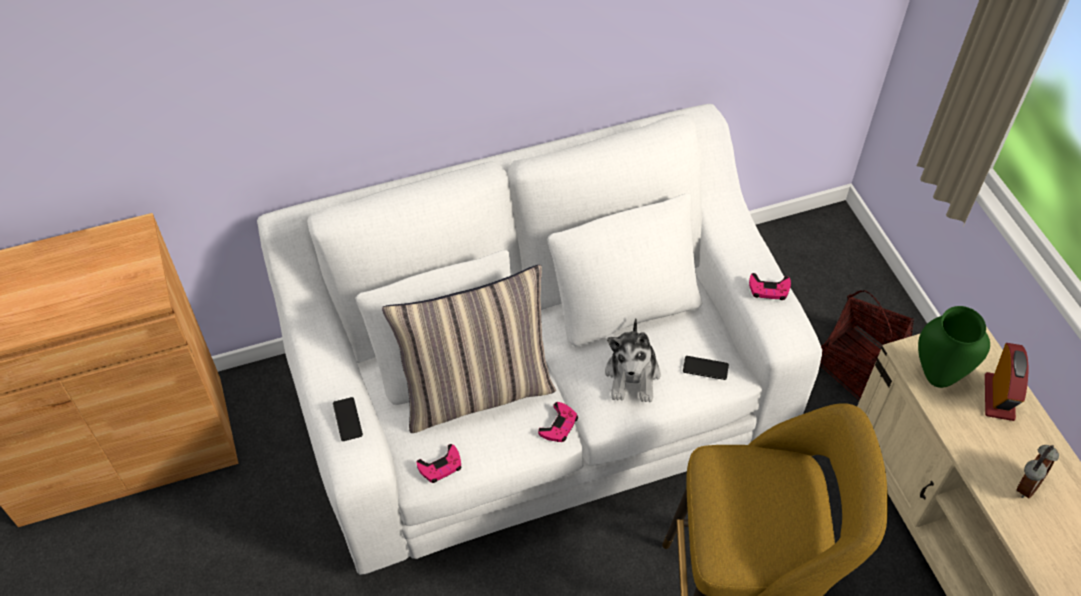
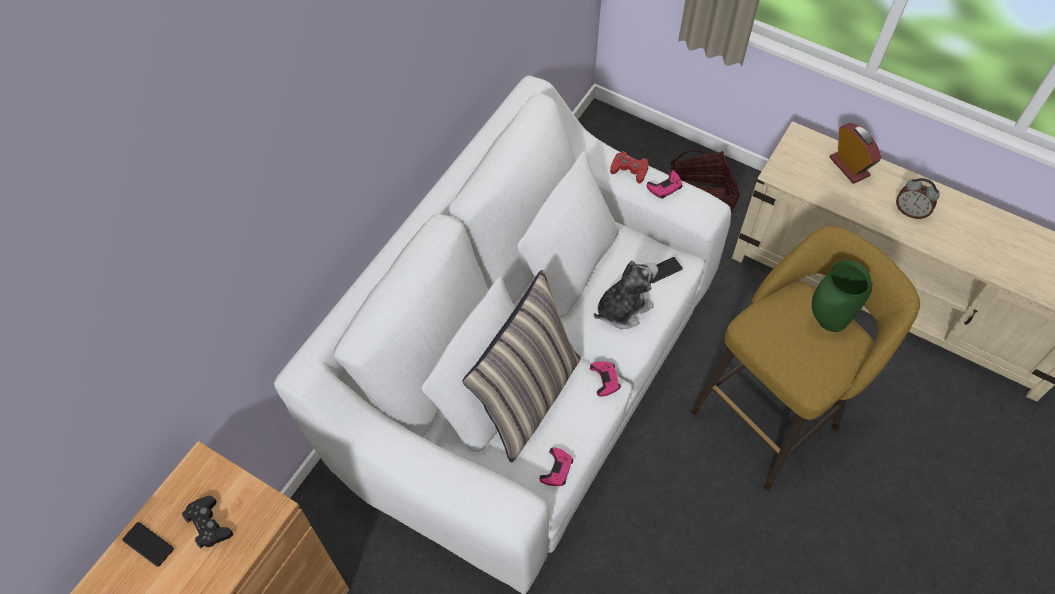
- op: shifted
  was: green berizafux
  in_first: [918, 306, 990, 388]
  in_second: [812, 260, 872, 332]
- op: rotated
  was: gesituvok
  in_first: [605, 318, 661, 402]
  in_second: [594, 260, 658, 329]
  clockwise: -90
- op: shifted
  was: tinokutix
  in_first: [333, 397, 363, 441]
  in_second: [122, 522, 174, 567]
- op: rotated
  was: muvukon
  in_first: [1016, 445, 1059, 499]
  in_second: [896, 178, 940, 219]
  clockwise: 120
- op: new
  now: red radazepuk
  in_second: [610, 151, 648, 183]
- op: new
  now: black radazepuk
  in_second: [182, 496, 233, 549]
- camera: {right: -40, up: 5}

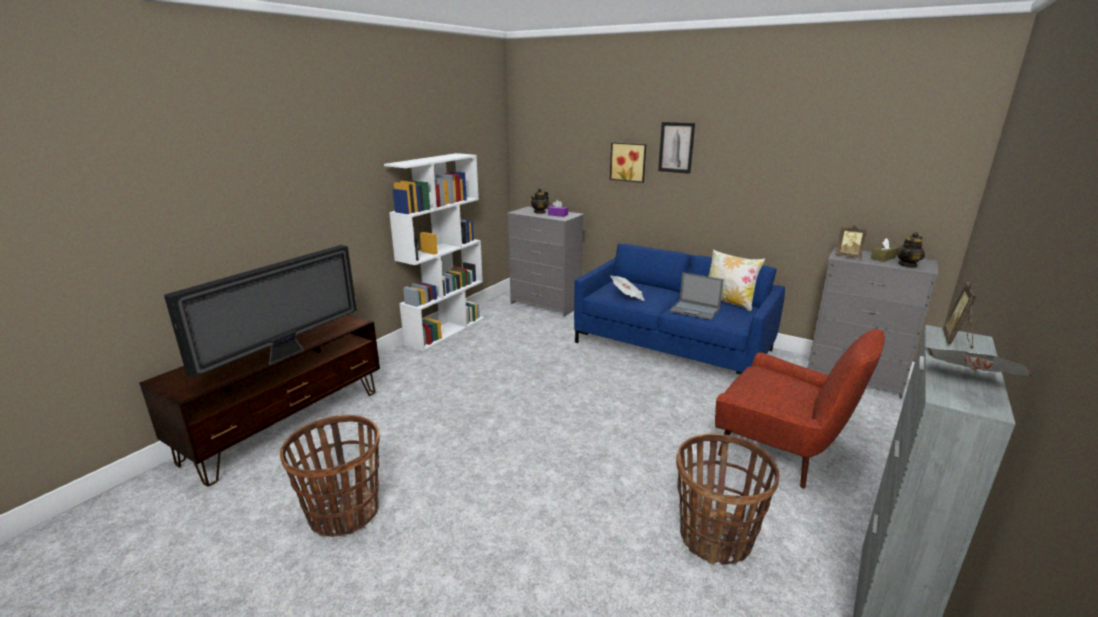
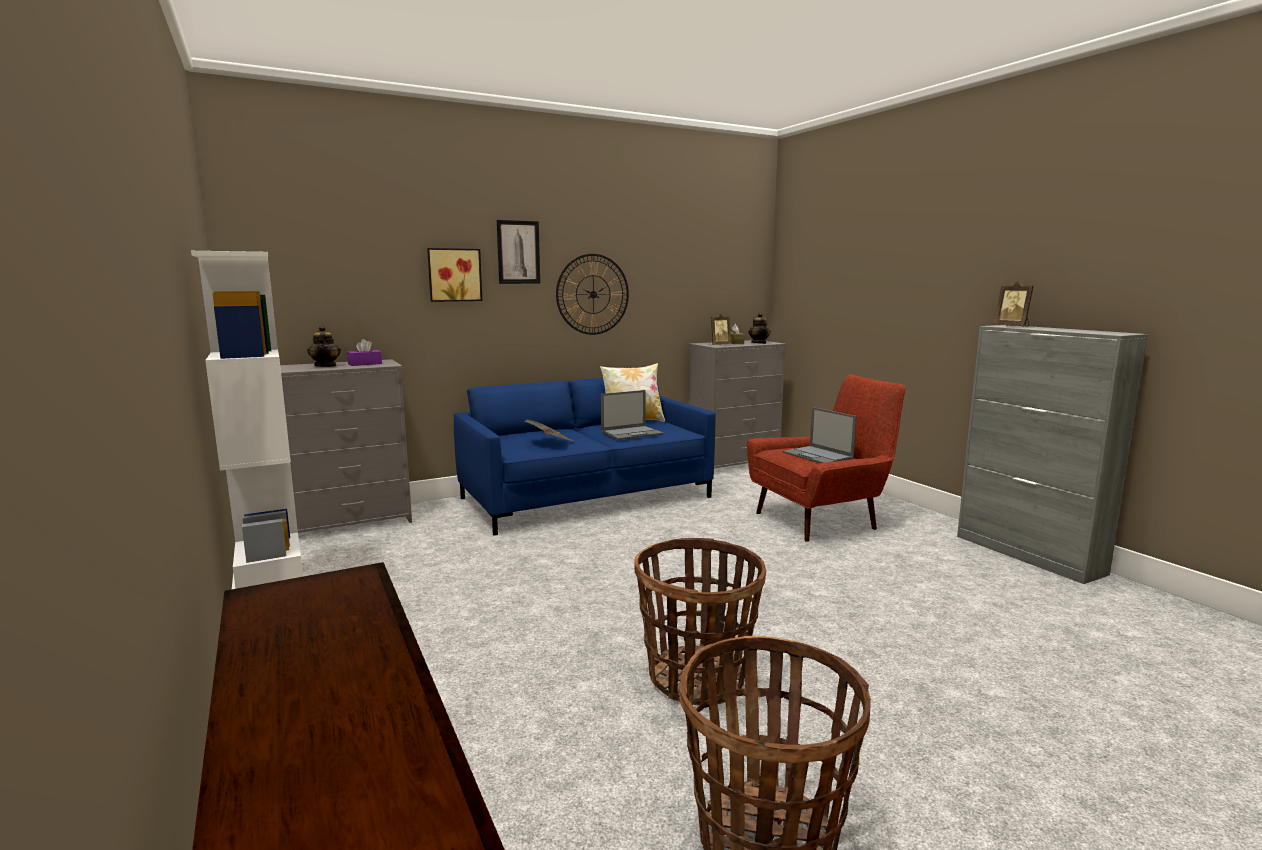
- op: gone
  was: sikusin
  in_first: [164, 245, 357, 378]
- op: gone
  was: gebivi
  in_first: [924, 347, 1033, 376]
- op: shifted
  was: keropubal
  in_first: [676, 434, 780, 565]
  in_second: [635, 538, 766, 706]
- op: new
  now: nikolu
  in_second: [556, 254, 629, 335]
- op: new
  now: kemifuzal
  in_second: [783, 407, 857, 463]
- camera: {right: -60, up: -10}

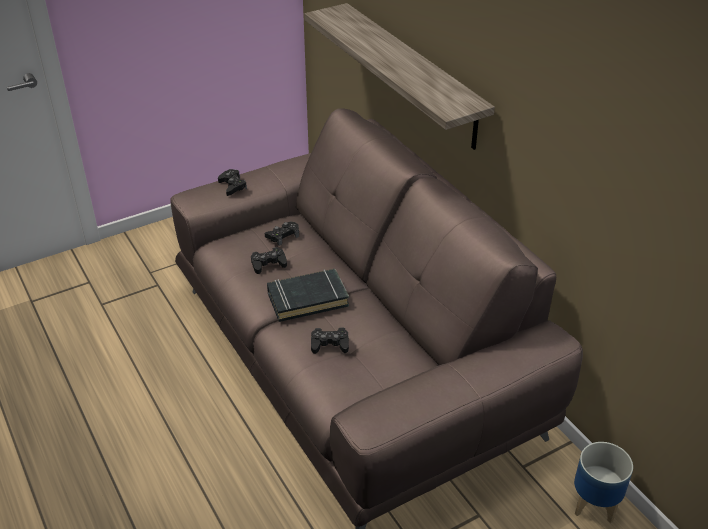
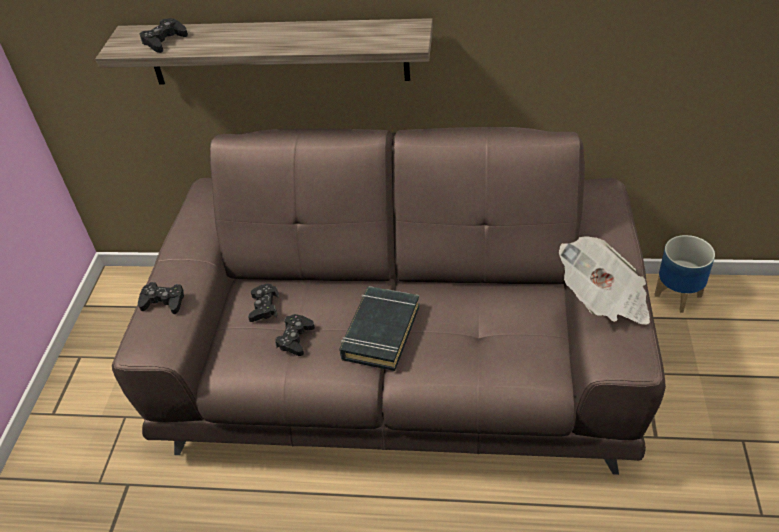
- op: shifted
  was: black radazepuk
  in_first: [311, 327, 349, 354]
  in_second: [139, 18, 188, 53]
- op: new
  now: gebivi
  in_second: [559, 236, 650, 325]
- camera: {right: -50, up: 5}

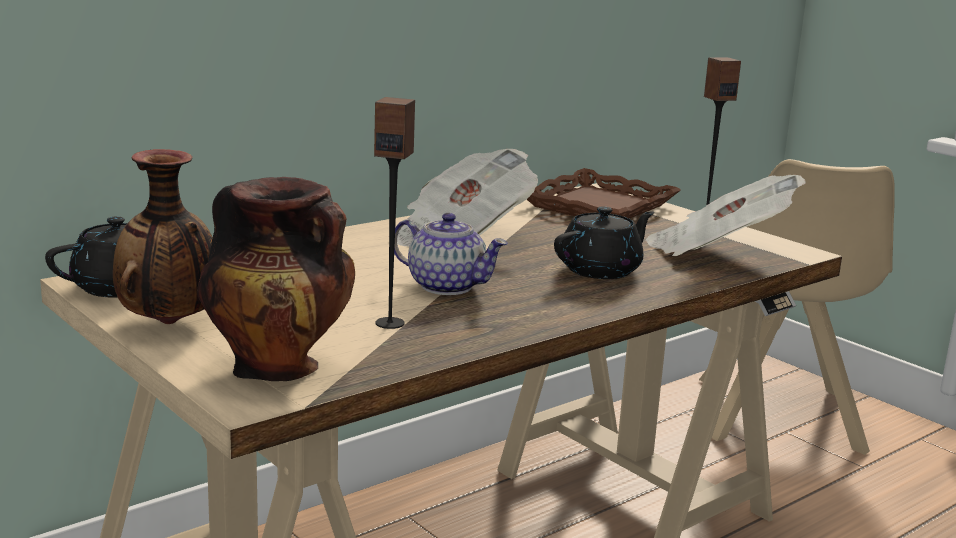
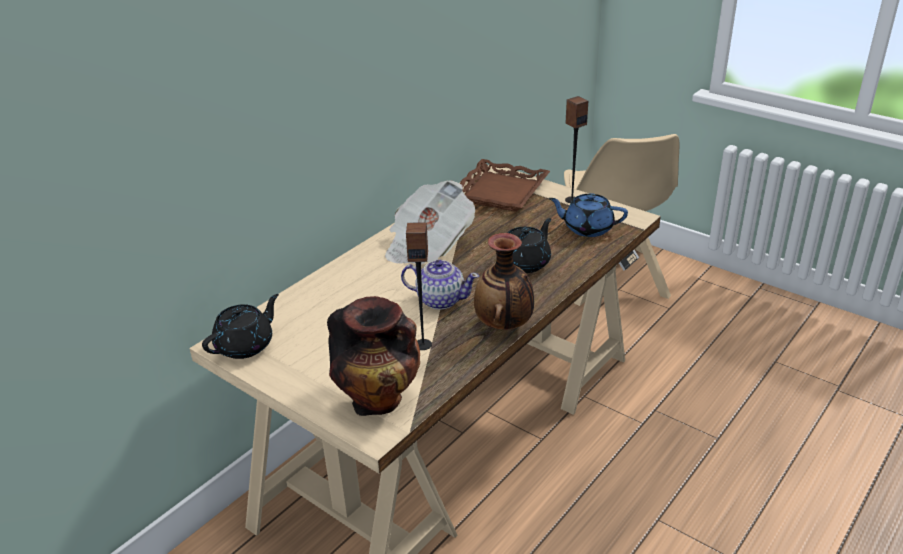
- op: shifted
  was: berizafux
  in_first: [113, 149, 213, 324]
  in_second: [474, 233, 534, 329]
- op: swapped
  was: gebivi
  now: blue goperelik
  in_first: [645, 175, 806, 256]
  in_second: [548, 193, 628, 237]
- camera: {right: -10, up: 15}

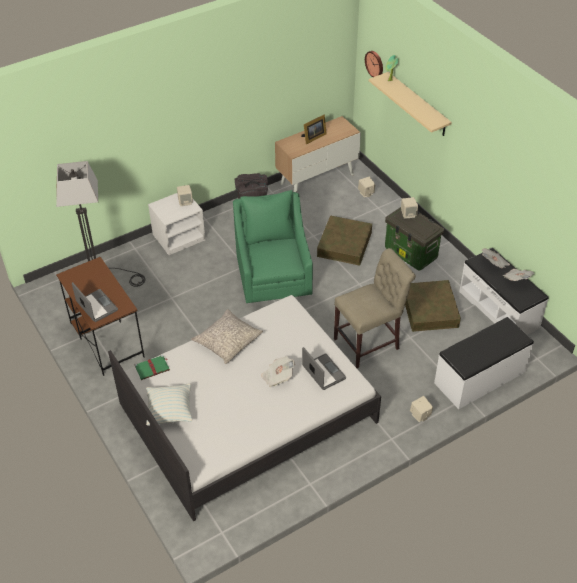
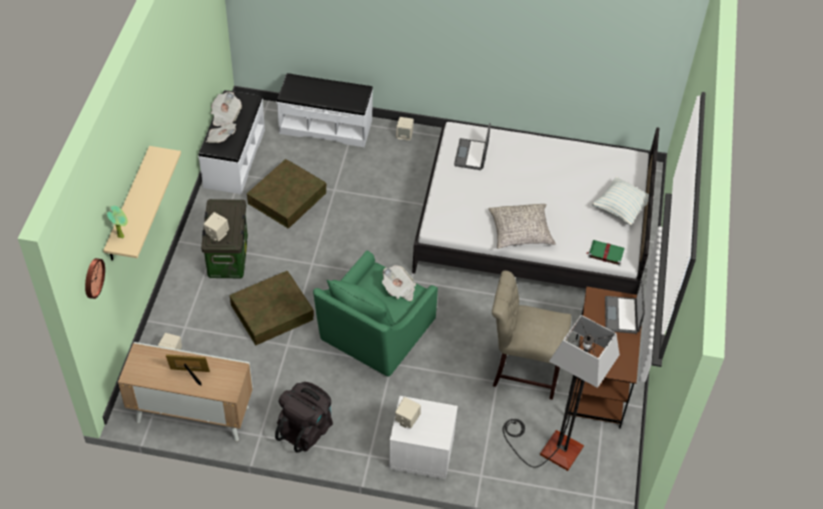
- op: shifted
  was: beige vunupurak
  in_first: [334, 248, 416, 368]
  in_second: [492, 271, 571, 400]
- op: shifted
  was: gebivi
  in_first: [261, 356, 295, 387]
  in_second: [382, 265, 416, 301]
- camera: {right: -140, up: 5}

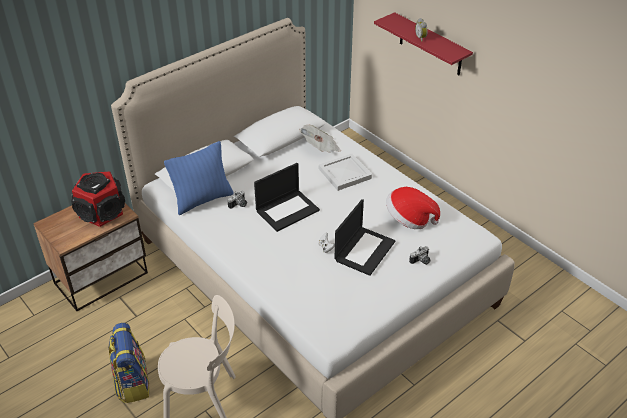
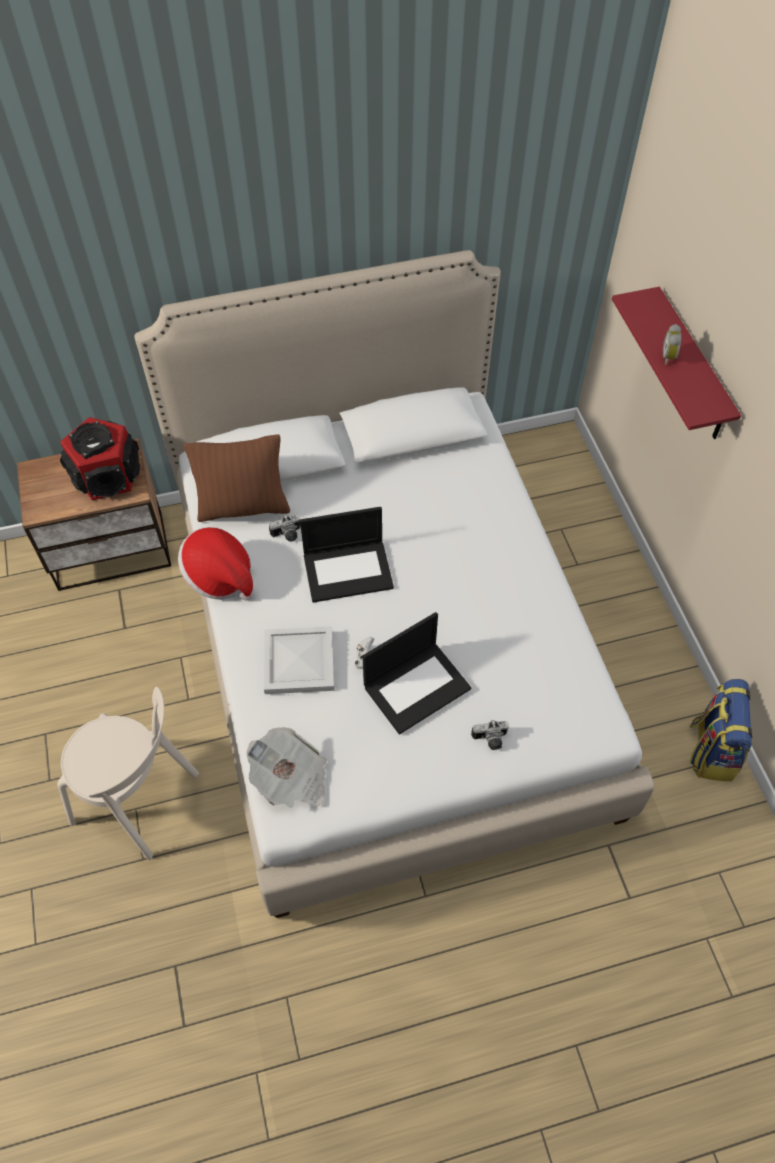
- op: shifted
  was: gebivi
  in_first: [299, 125, 341, 153]
  in_second: [247, 727, 327, 808]
- op: repainted
  was: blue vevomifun
  now: brown vevomifun
  in_first: [164, 141, 234, 215]
  in_second: [184, 435, 290, 522]
- op: shifted
  was: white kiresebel
  in_first: [319, 154, 372, 191]
  in_second: [264, 626, 334, 694]
- op: shifted
  was: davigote
  in_first: [386, 187, 440, 229]
  in_second: [178, 527, 253, 601]
- op: shifted
  was: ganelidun
  in_first: [108, 323, 149, 403]
  in_second: [689, 679, 752, 781]
- camera: {right: 25, up: 15}

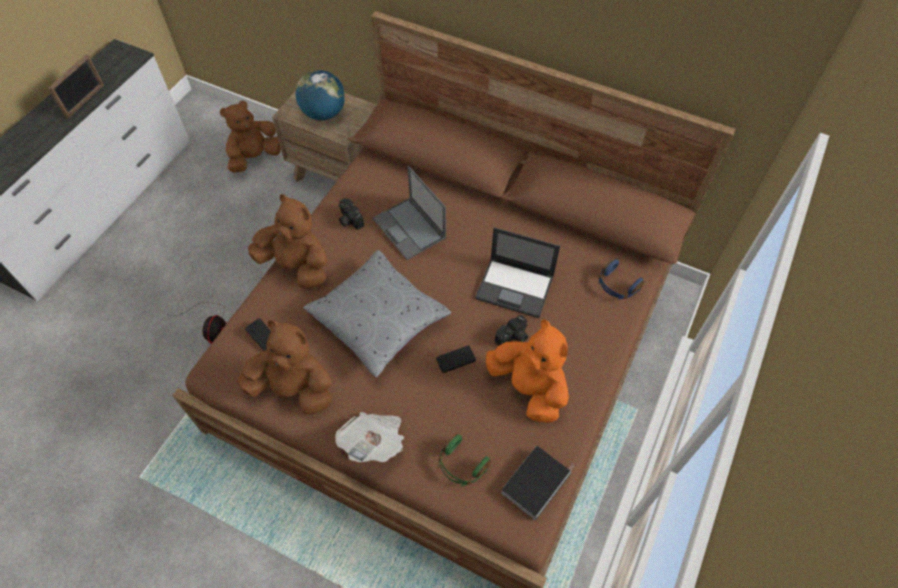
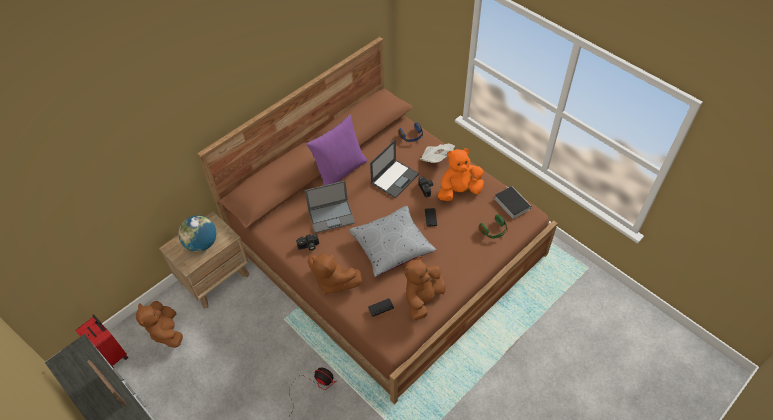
- op: rotated
  was: brown gesituvok
  in_first: [248, 194, 327, 289]
  in_second: [308, 254, 362, 295]
  clockwise: -105
- op: shifted
  was: gebivi
  in_first: [335, 412, 404, 462]
  in_second: [420, 143, 455, 163]
- op: new
  now: purple vevomifun
  in_second: [306, 114, 367, 186]
- op: new
  now: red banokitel
  in_second: [75, 314, 128, 368]
- camera: {right: -70, up: -5}

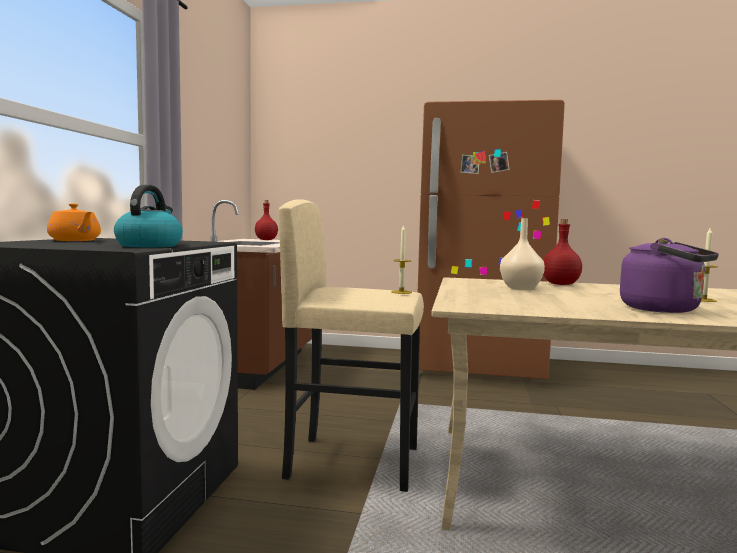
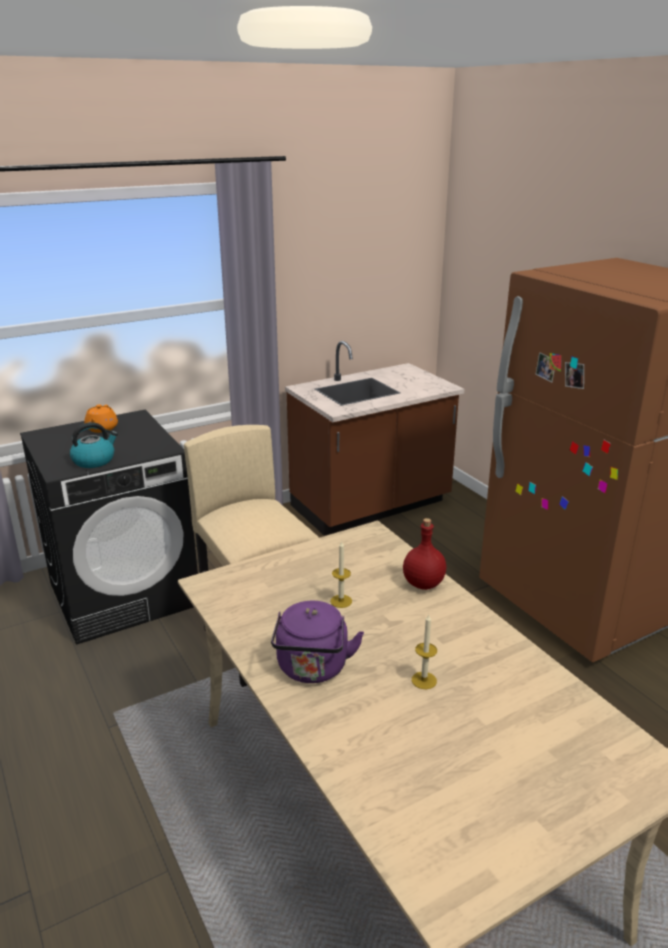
- op: gone
  was: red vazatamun
  in_first: [255, 200, 278, 240]
- op: gone
  was: beige berizafux
  in_first: [500, 218, 545, 290]
- op: shifted
  was: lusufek
  in_first: [391, 224, 412, 294]
  in_second: [330, 541, 352, 608]
- camera: {right: 50, up: 20}

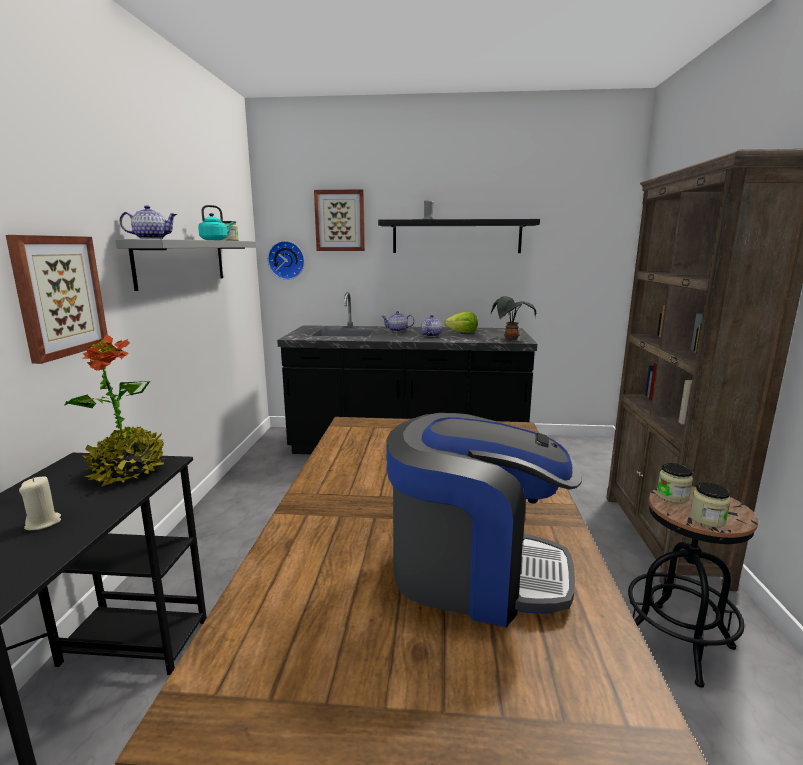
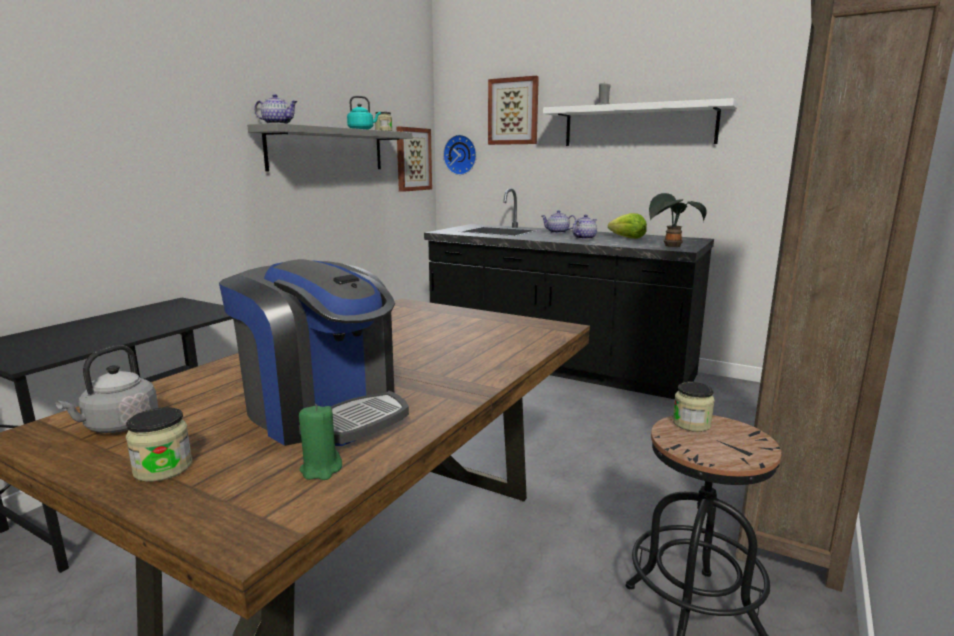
- op: repainted
  was: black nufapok
  now: white nufapok
  in_first: [378, 219, 540, 253]
  in_second: [543, 98, 738, 146]
- op: shifted
  was: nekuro
  in_first: [6, 235, 108, 364]
  in_second: [397, 127, 432, 192]
- op: gone
  was: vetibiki
  in_first: [64, 334, 165, 487]
- op: gone
  was: beige lusufek
  in_first: [19, 476, 61, 530]
- op: shifted
  was: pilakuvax
  in_first: [689, 482, 731, 528]
  in_second: [126, 407, 192, 482]
- op: new
  now: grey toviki
  in_second: [55, 345, 158, 433]
- op: new
  now: green lusufek
  in_second: [299, 404, 342, 480]
- camera: {right: 25, up: 0}

